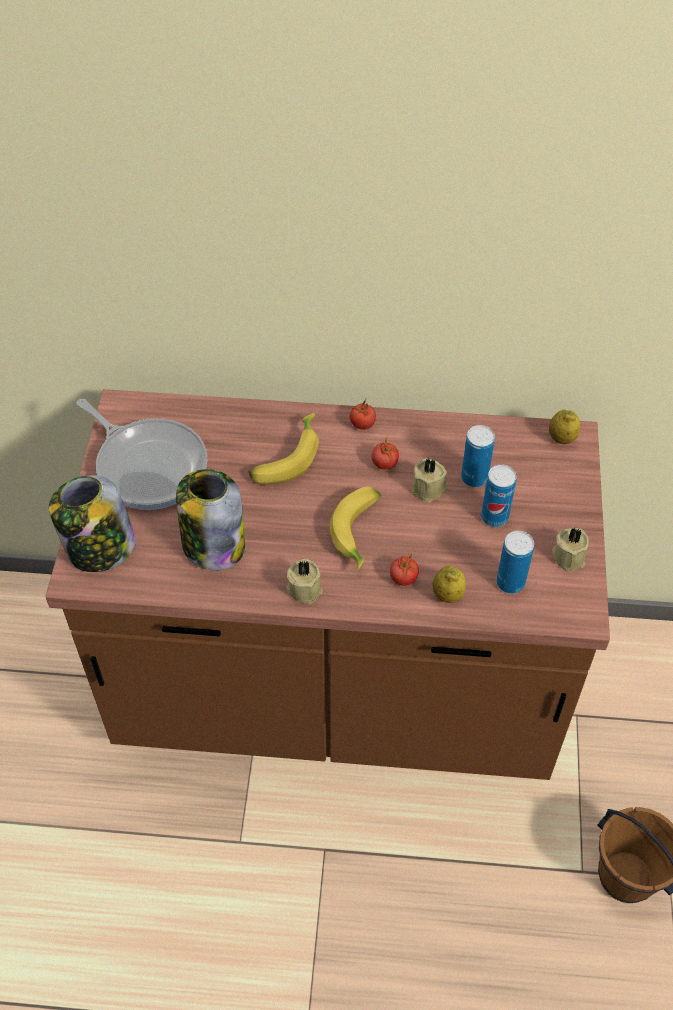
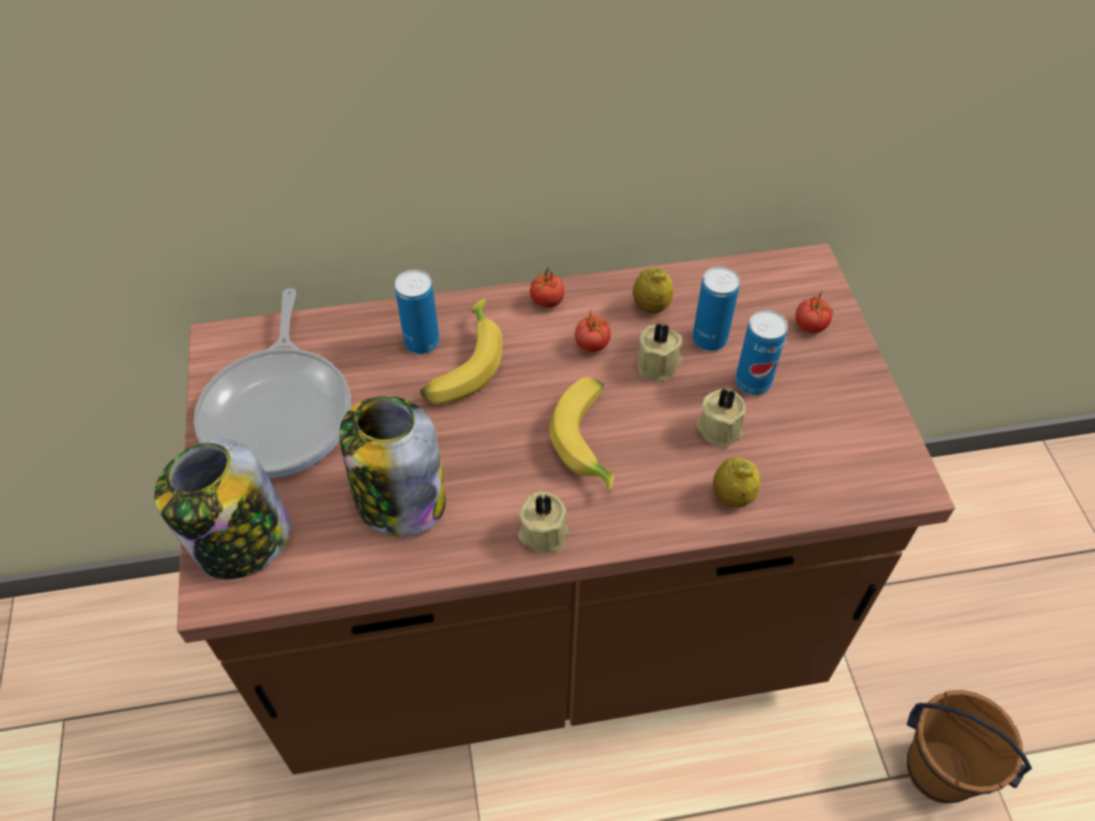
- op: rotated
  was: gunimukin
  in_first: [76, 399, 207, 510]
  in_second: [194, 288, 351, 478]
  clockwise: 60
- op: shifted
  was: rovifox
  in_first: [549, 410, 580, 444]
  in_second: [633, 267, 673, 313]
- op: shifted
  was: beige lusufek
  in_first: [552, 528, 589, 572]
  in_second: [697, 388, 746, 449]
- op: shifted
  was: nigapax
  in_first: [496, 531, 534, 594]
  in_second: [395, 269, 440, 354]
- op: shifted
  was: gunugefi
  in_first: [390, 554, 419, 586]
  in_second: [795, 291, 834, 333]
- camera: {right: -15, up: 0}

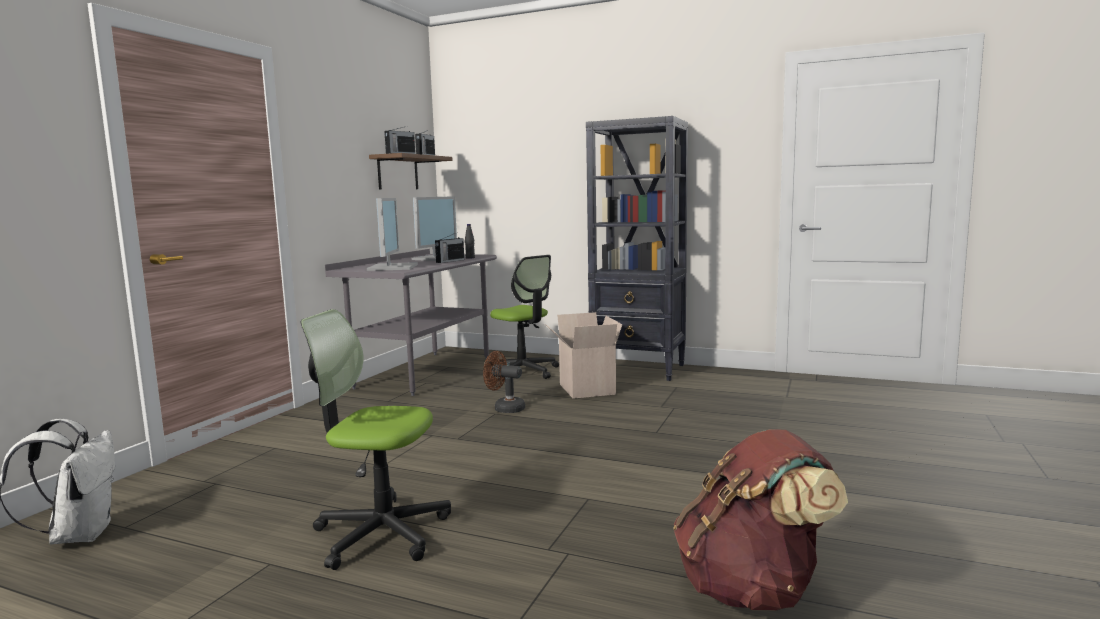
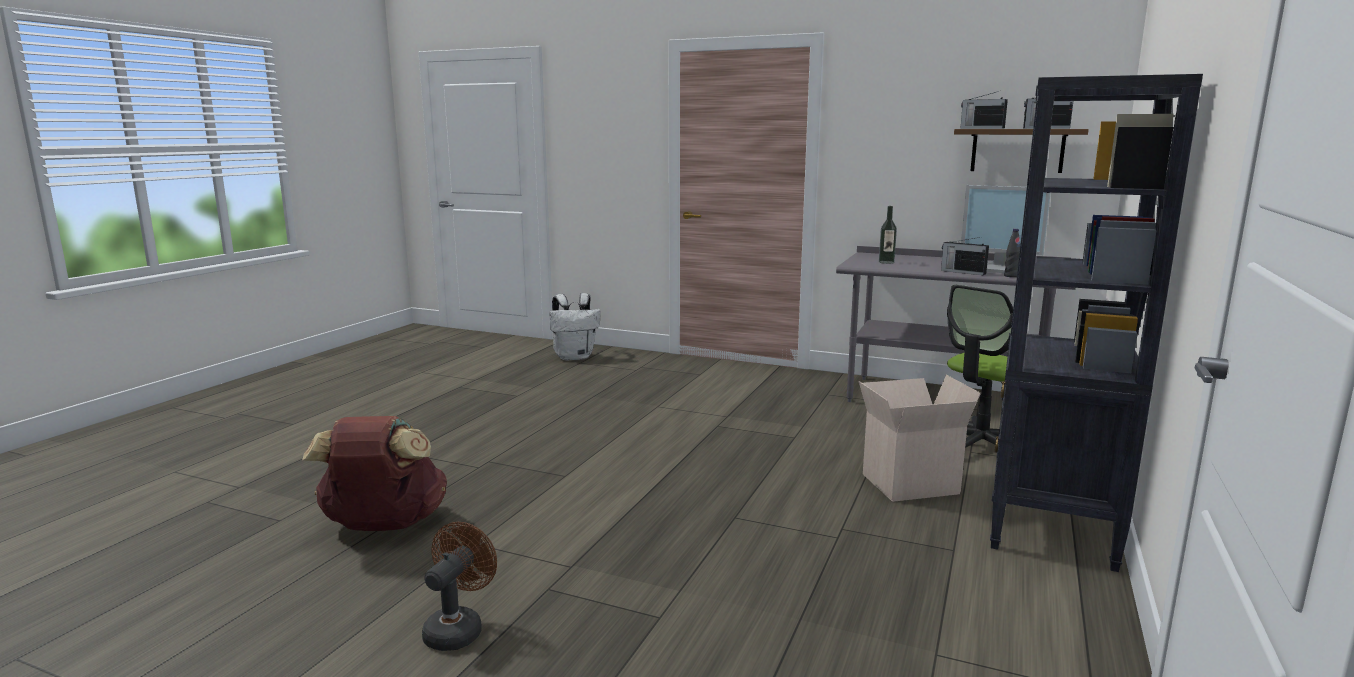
- op: swapped
  was: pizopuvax
  now: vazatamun
  in_first: [367, 198, 418, 271]
  in_second: [879, 206, 897, 264]
- op: gone
  was: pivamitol
  in_first: [301, 309, 451, 570]
- op: shifted
  was: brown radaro
  in_first: [483, 351, 525, 413]
  in_second: [422, 522, 497, 651]
- camera: {right: 90, up: 5}

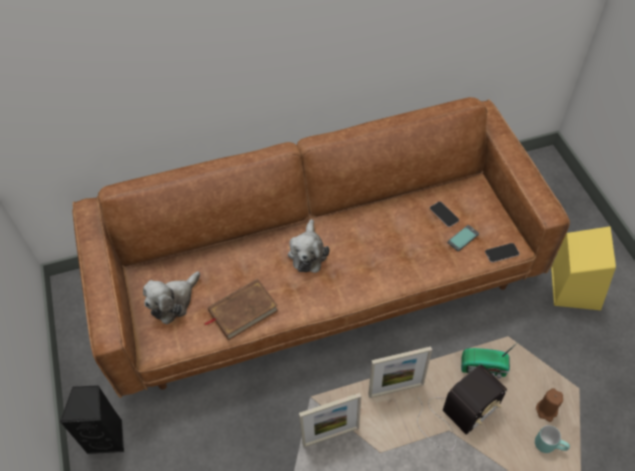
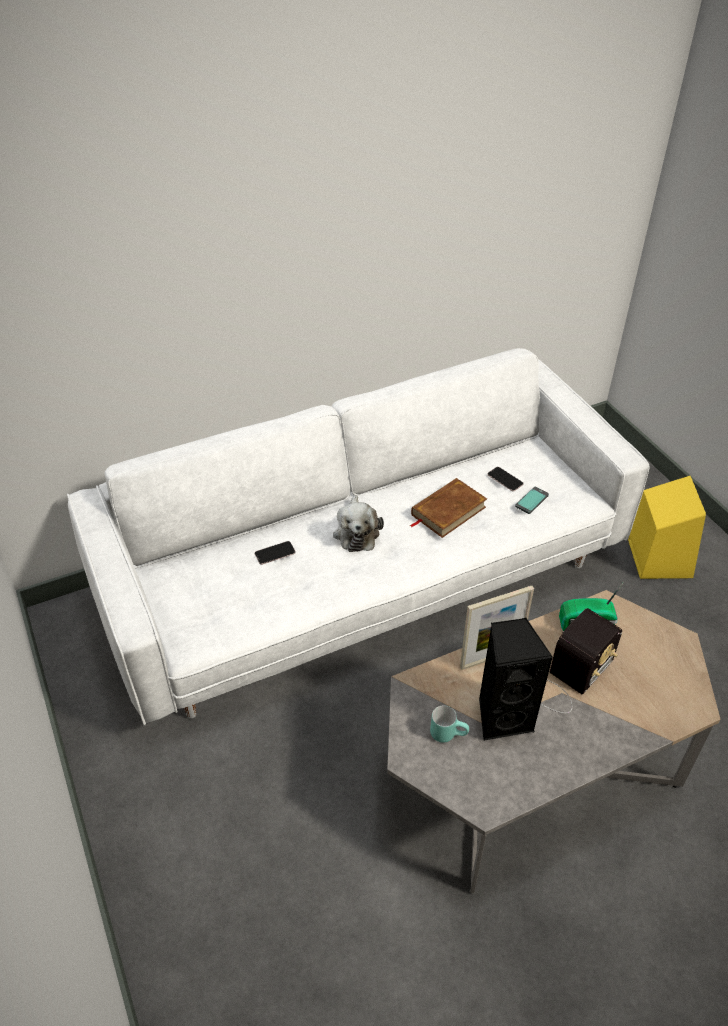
- op: repainted
  was: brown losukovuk
  now: white losukovuk
  in_first: [72, 97, 570, 398]
  in_second: [67, 348, 650, 725]
- op: shifted
  was: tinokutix
  in_first: [485, 243, 520, 263]
  in_second: [254, 541, 296, 565]
- op: gone
  was: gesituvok
  in_first: [143, 272, 200, 325]
- op: shifted
  was: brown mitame
  in_first: [204, 279, 278, 341]
  in_second: [409, 478, 487, 538]
- op: shifted
  was: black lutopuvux
  in_first: [60, 386, 124, 454]
  in_second: [479, 618, 553, 741]
- op: gone
  was: brown lusufek
  in_first: [536, 388, 563, 422]
- op: gone
  was: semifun
  in_first: [299, 393, 361, 447]
- op: shifted
  was: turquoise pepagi
  in_first: [535, 425, 570, 453]
  in_second: [430, 705, 469, 743]
- camera: {right: -10, up: -10}

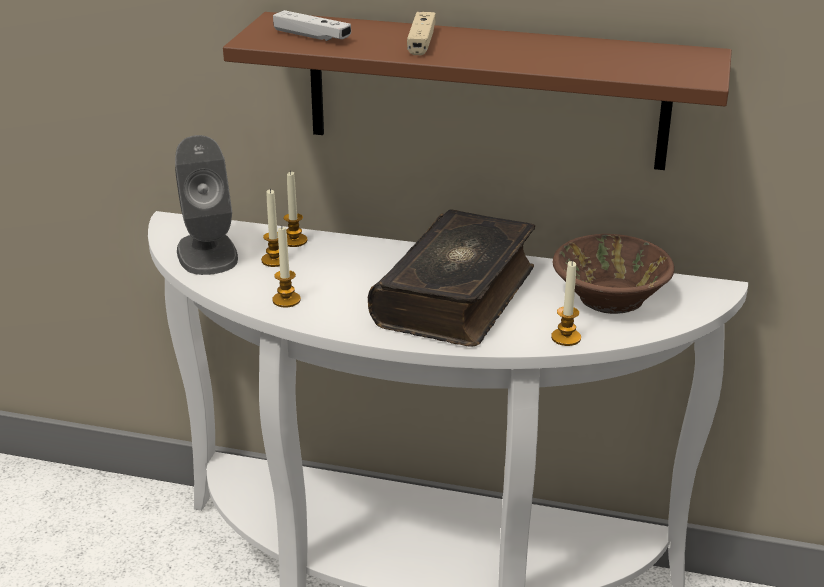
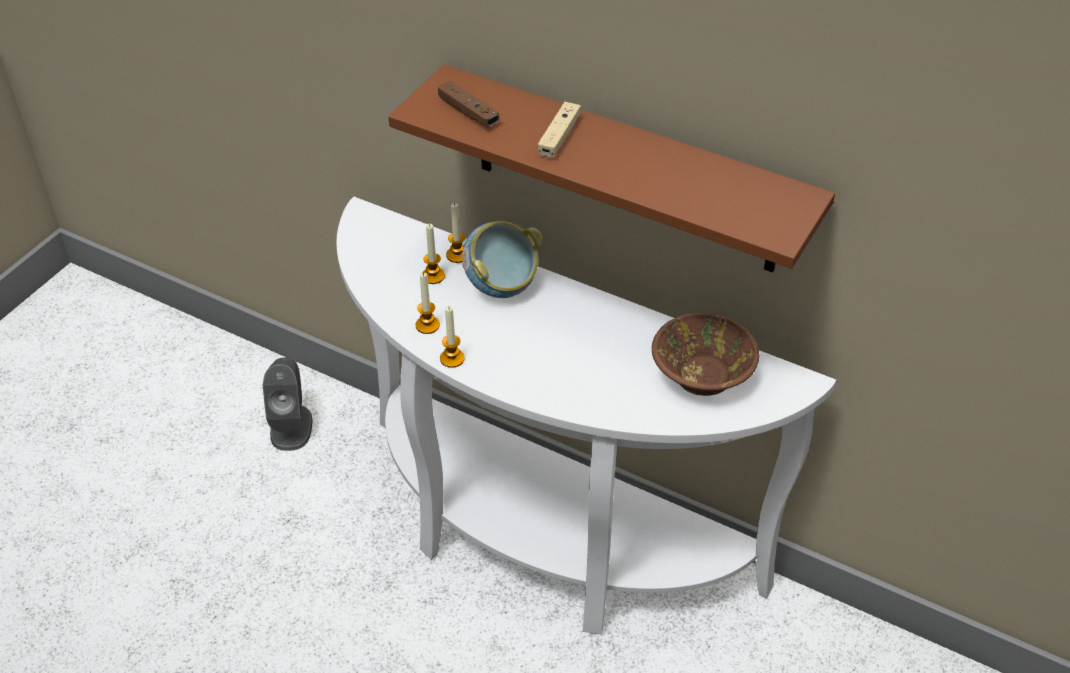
- op: repainted
  was: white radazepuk
  now: brown radazepuk
  in_first: [273, 10, 351, 41]
  in_second: [438, 81, 499, 127]
- op: shifted
  was: grey lutopuvux
  in_first: [175, 135, 238, 275]
  in_second: [263, 358, 312, 451]
- op: gone
  was: mitame
  in_first: [368, 209, 535, 347]
- op: shifted
  was: lusufek
  in_first: [551, 261, 581, 346]
  in_second: [440, 305, 465, 368]
- op: new
  now: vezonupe
  in_second: [462, 221, 543, 298]
- camera: {right: 15, up: 15}

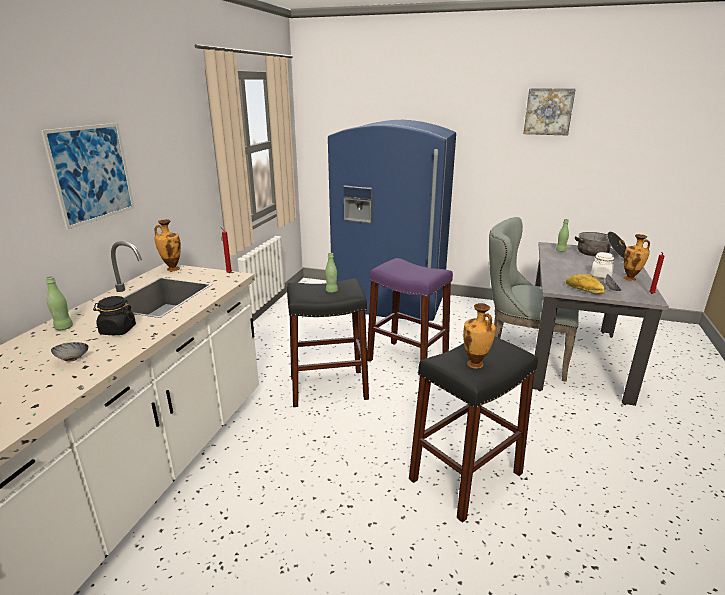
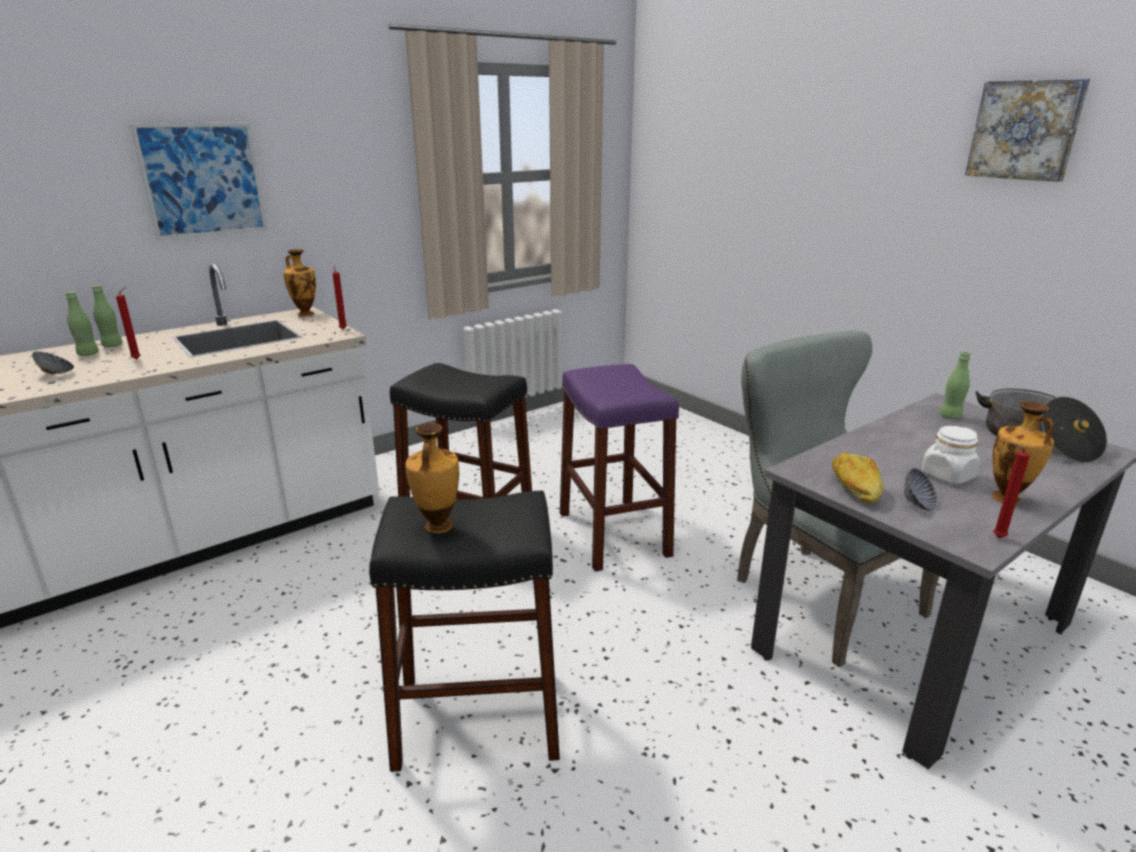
- op: gone
  was: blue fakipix
  in_first: [328, 120, 456, 321]
- op: shifted
  was: green vazatamun
  in_first: [325, 253, 338, 293]
  in_second: [65, 291, 99, 356]
- op: swapped
  was: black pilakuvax
  now: red lusufek
  in_first: [93, 296, 136, 335]
  in_second: [116, 287, 140, 359]
- camera: {right: 35, up: 0}

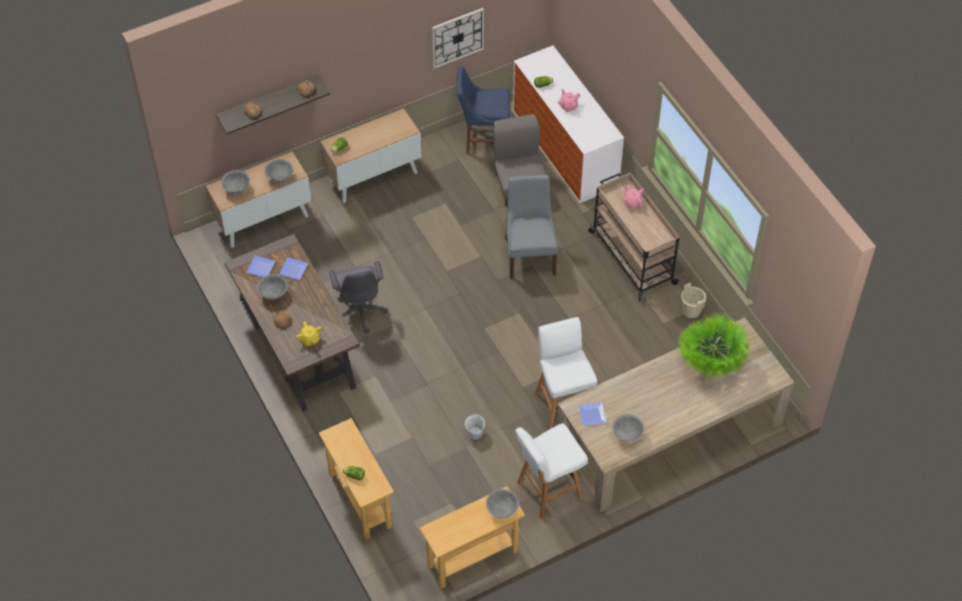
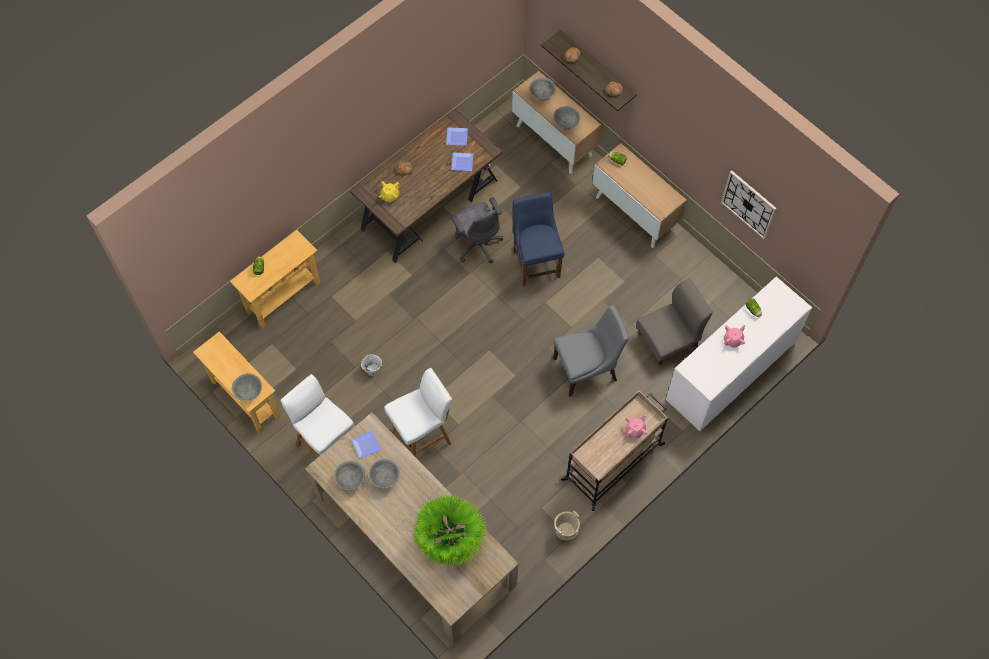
- op: shifted
  was: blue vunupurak
  in_first: [456, 66, 510, 154]
  in_second: [513, 192, 565, 286]
- op: rotated
  was: grey pivamitol
  in_first: [329, 261, 387, 333]
  in_second: [451, 197, 503, 264]
  clockwise: -90
- op: shifted
  was: grey vezonupe
  in_first: [257, 274, 288, 300]
  in_second: [369, 459, 400, 488]
- camera: {right: 75, up: 10}

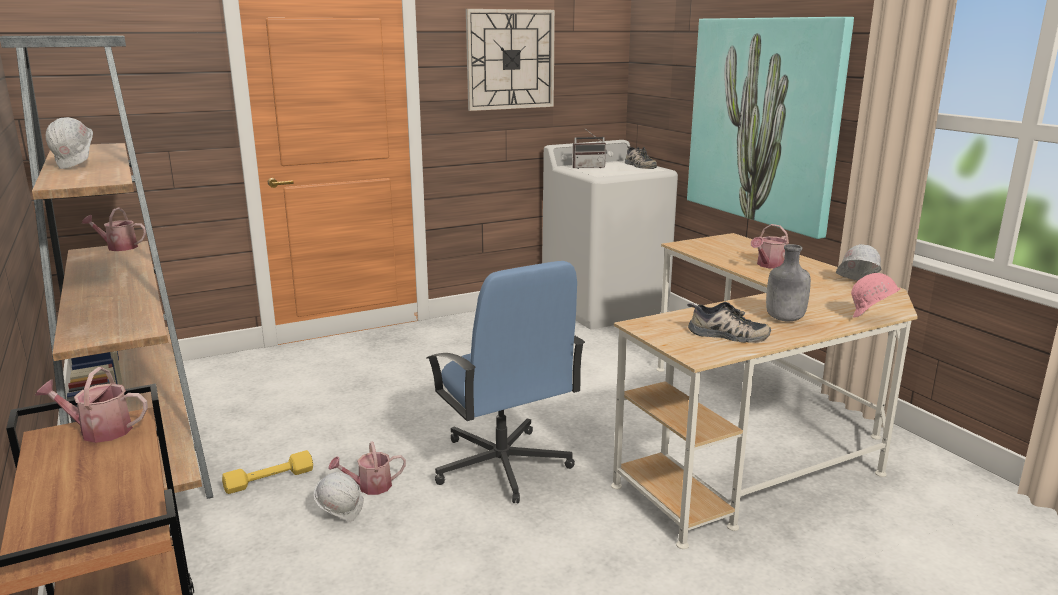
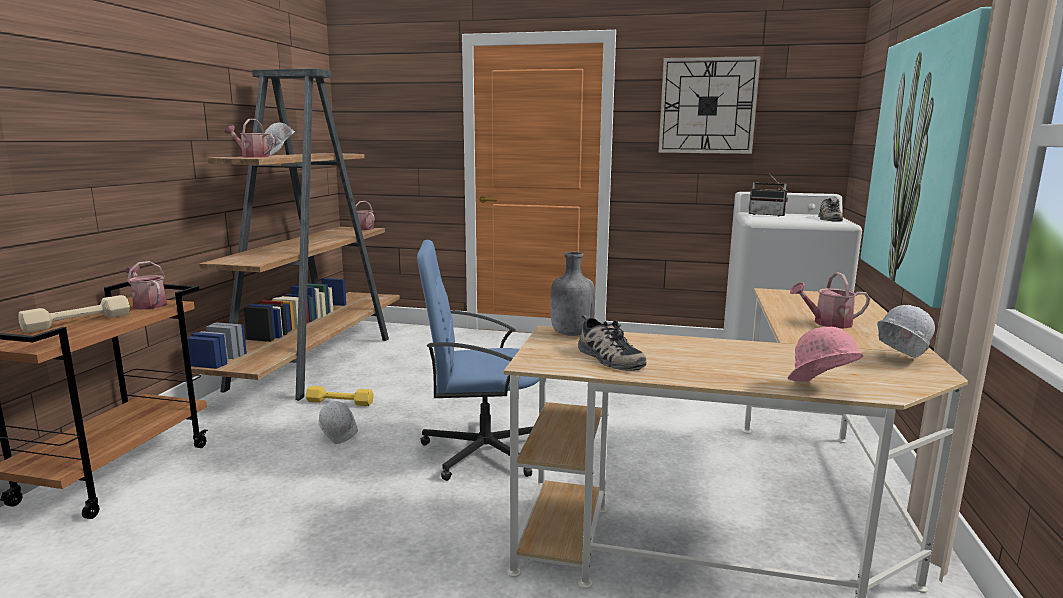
- op: shifted
  was: grey vazatamun
  in_first: [766, 244, 811, 321]
  in_second: [550, 252, 595, 336]
- op: rotated
  was: blue pivamitol
  in_first: [427, 261, 585, 504]
  in_second: [417, 240, 539, 481]
  clockwise: 75
- op: shifted
  was: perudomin
  in_first: [328, 442, 406, 495]
  in_second: [225, 119, 275, 158]
- op: new
  now: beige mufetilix
  in_second: [19, 295, 130, 332]
- camera: {right: 40, up: -5}

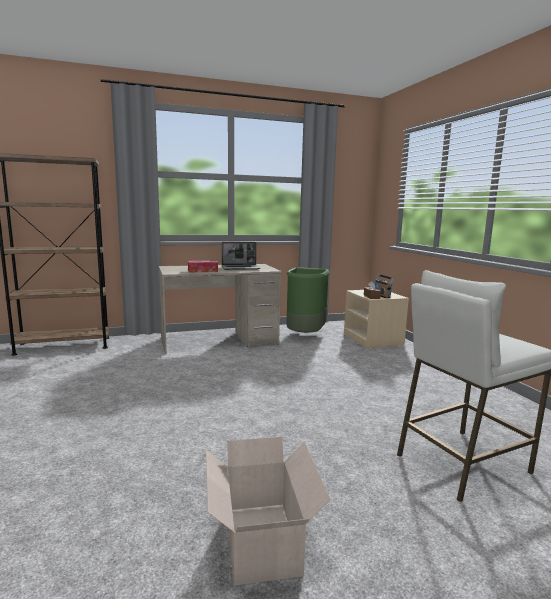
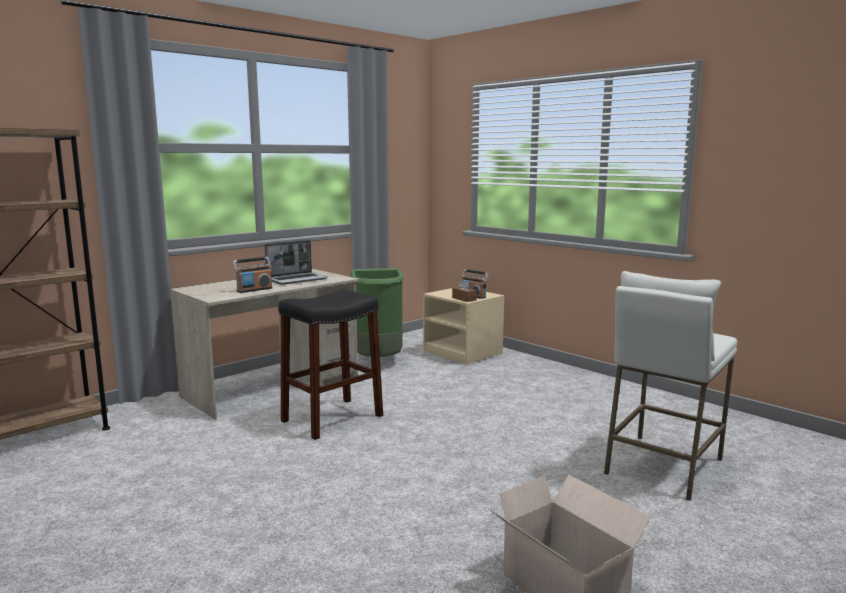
- op: swapped
  was: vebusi
  now: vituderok
  in_first: [188, 260, 218, 272]
  in_second: [233, 257, 272, 293]
- op: new
  now: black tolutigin
  in_second: [279, 290, 383, 440]
- camera: {right: -25, up: 0}

